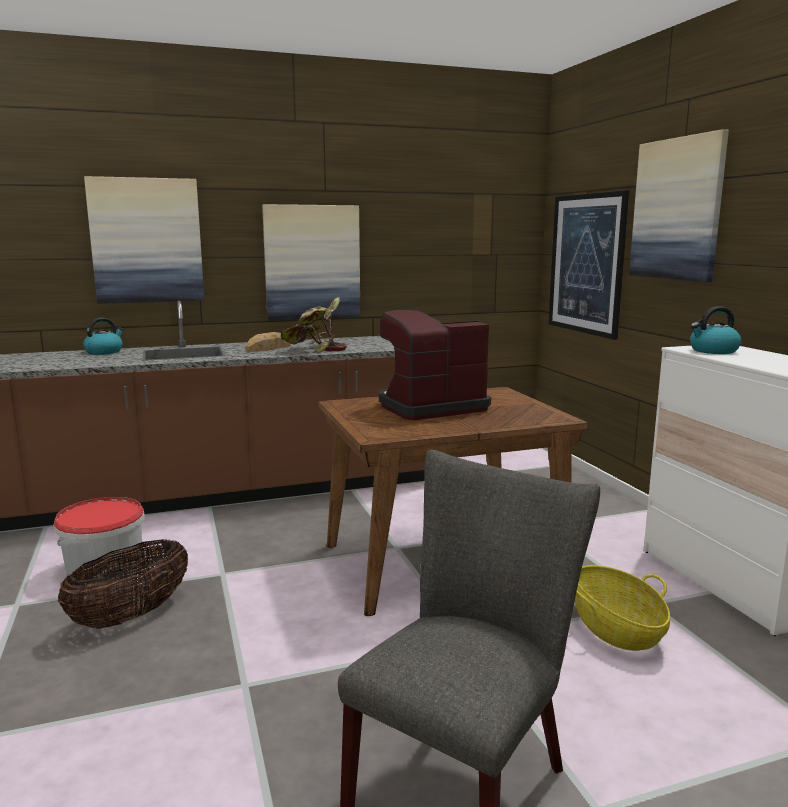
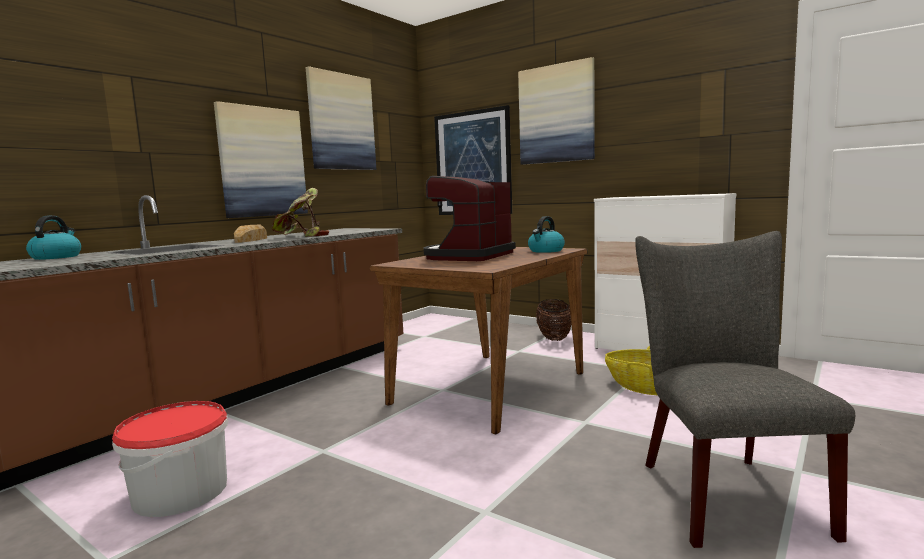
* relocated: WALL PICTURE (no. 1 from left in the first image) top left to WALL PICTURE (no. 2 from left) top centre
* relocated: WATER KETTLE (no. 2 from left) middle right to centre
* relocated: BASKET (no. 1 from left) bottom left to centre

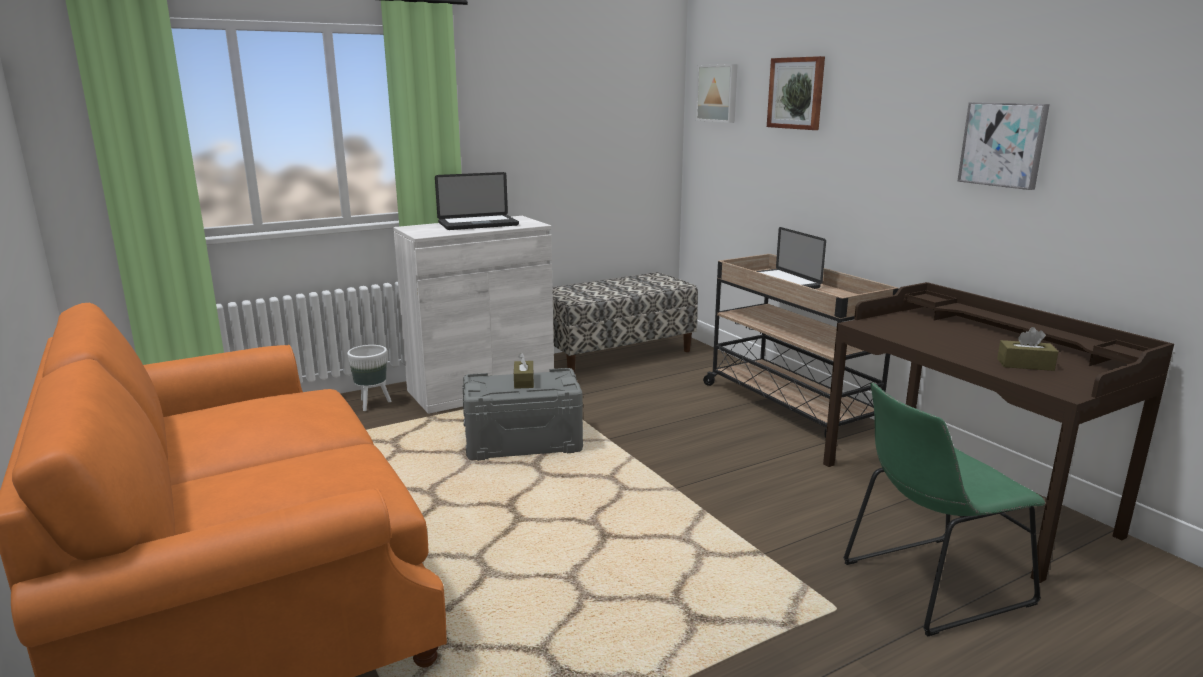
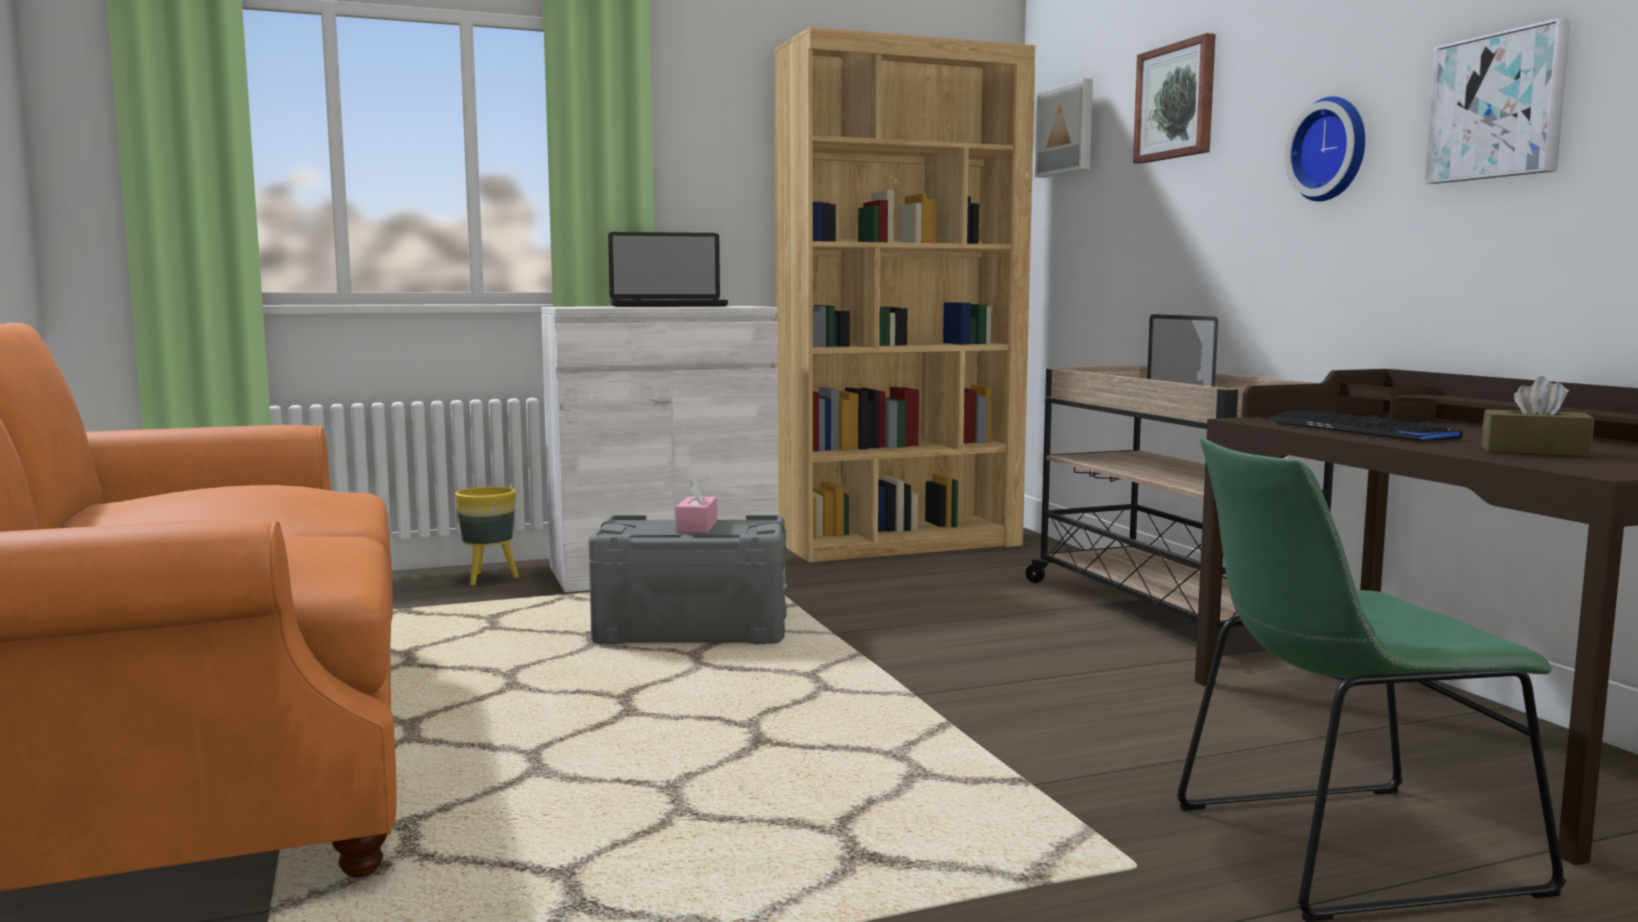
* exchanged: LONG SEAT centre to BROWNISH BOOKSHELF top centre
* colour: WHITE PLANTER middle left to YELLOW-COLOURED PLANTER middle left
* colour: BROWNISH TISSUE BOX (no. 1 from left) centre to PINKISH TISSUE BOX centre
* appeared: WALL CLOCK top right
* appeared: COMPUTER KEYBOARD middle right

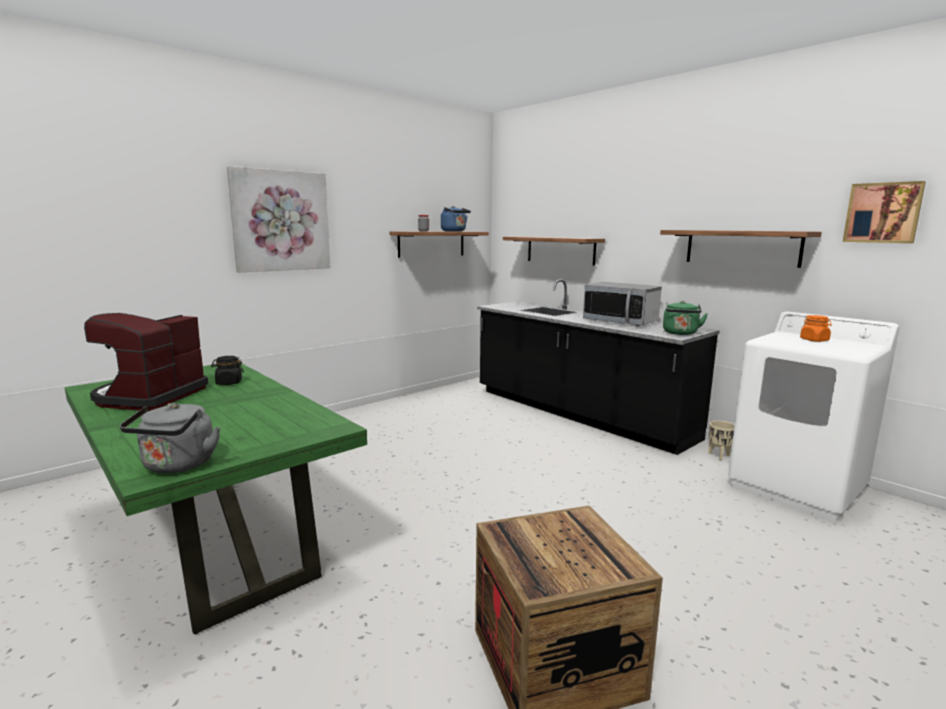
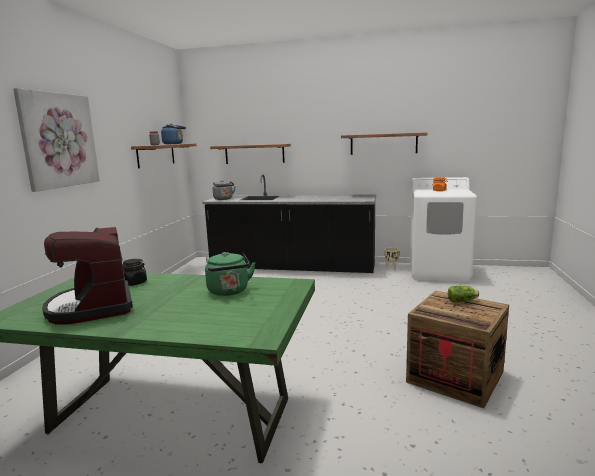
* missing: WALL PICTURE (no. 2 from left) top right
* missing: MICROWAVE OVEN centre
* relocated: GREENISH WATER KETTLE middle right to centre
* relocated: GREY WATER KETTLE middle left to centre
* appeared: HEAD OF LETTUCE middle right

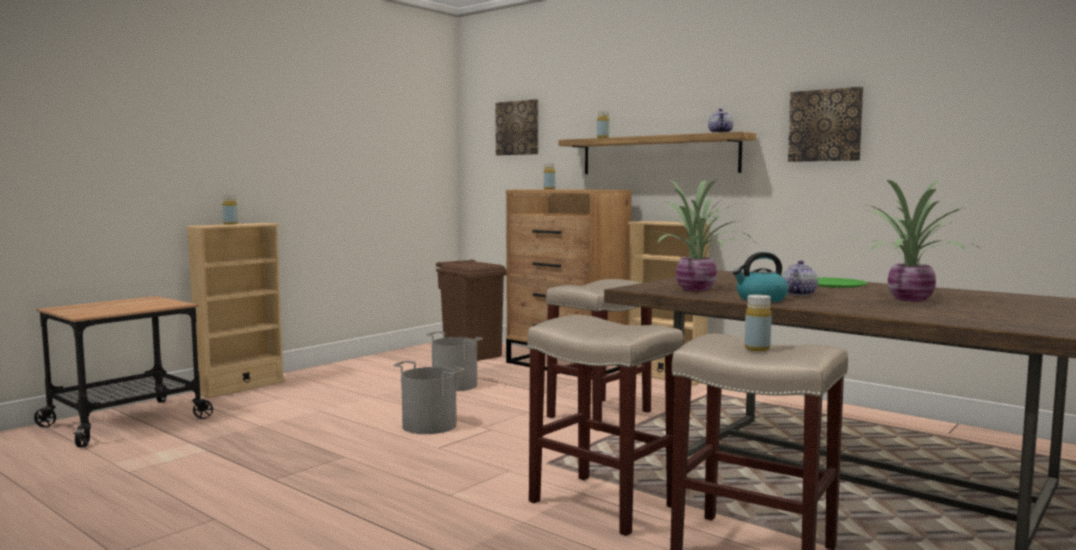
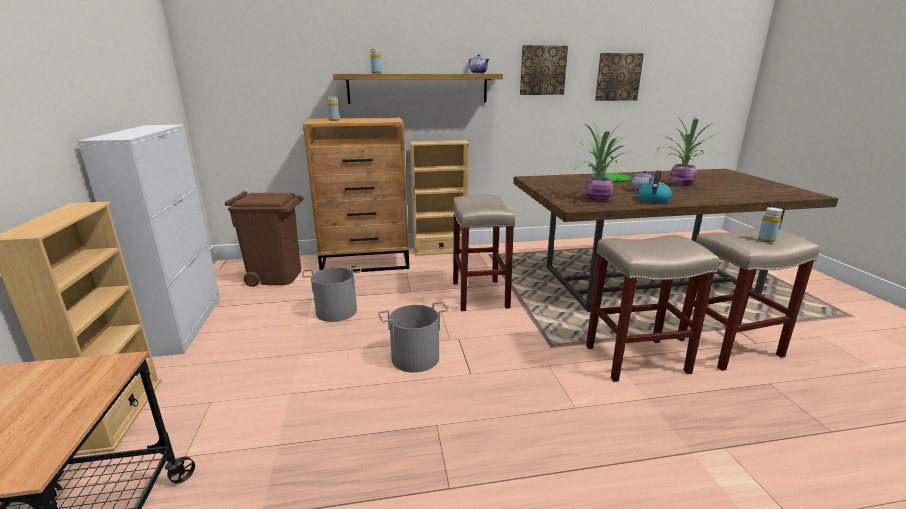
* relocated: WALL PICTURE (no. 1 from left in the first image) top centre to WALL PICTURE (no. 2 from left) top right
* missing: YELLOW-COLOURED BEVERAGE BOTTLE (no. 1 from left) middle left
* appeared: WHITE CABINET middle left

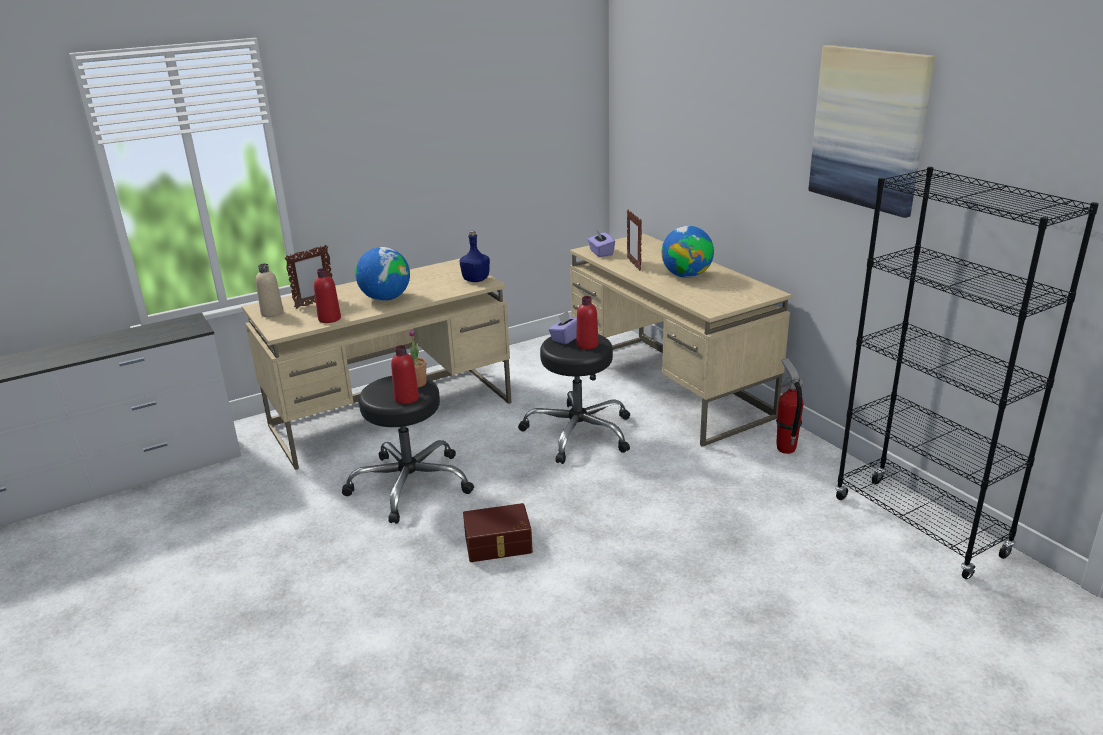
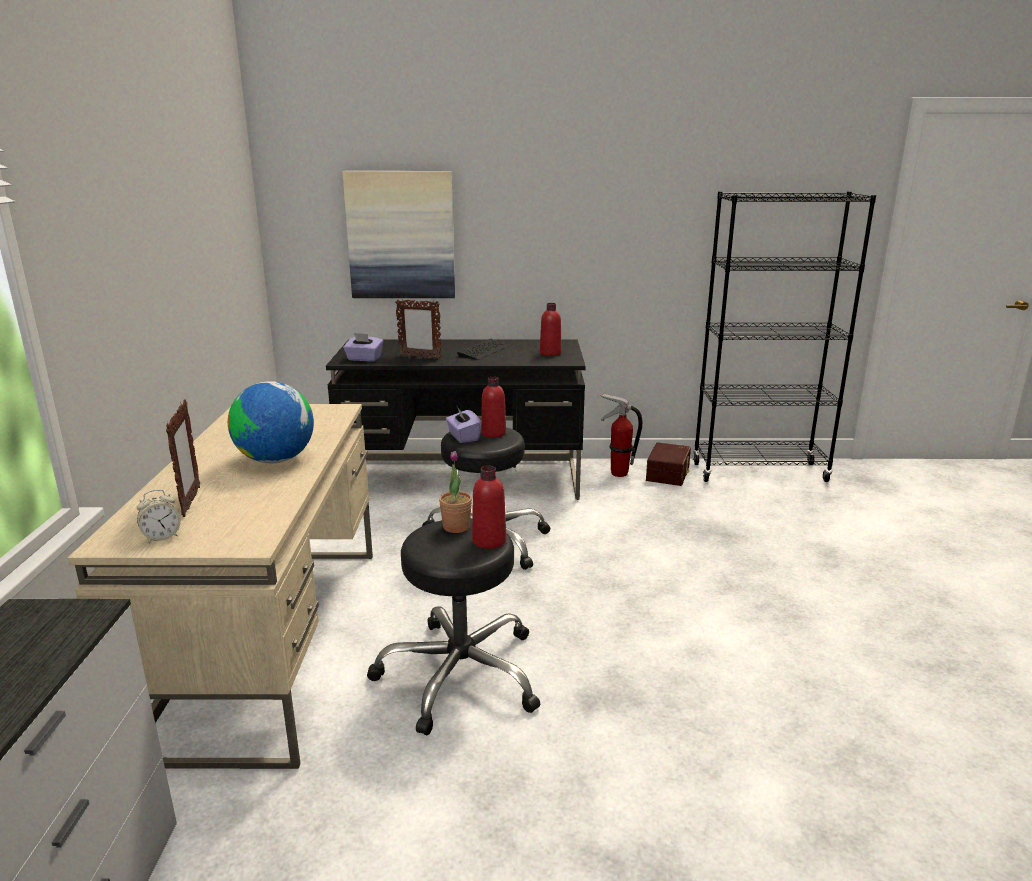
* relocated: WALL PICTURE top right to top centre
* exchanged: GLOBE (no. 2 from left) centre to COMPUTER KEYBOARD centre
* missing: BLUISH BEVERAGE BOTTLE centre
* colour: BEIGE-COLOURED DESK (no. 2 from left) centre to BLACK-COLOURED DESK centre
* exchanged: BEIGE-COLOURED BEVERAGE BOTTLE middle left to TABLE CLOCK middle left
* relocated: RED-COLOURED BEVERAGE BOTTLE (no. 1 from left in the first image) middle left to RED-COLOURED BEVERAGE BOTTLE (no. 3 from left) centre
* relocated: BROWNISH STORAGE BIN bottom centre to centre

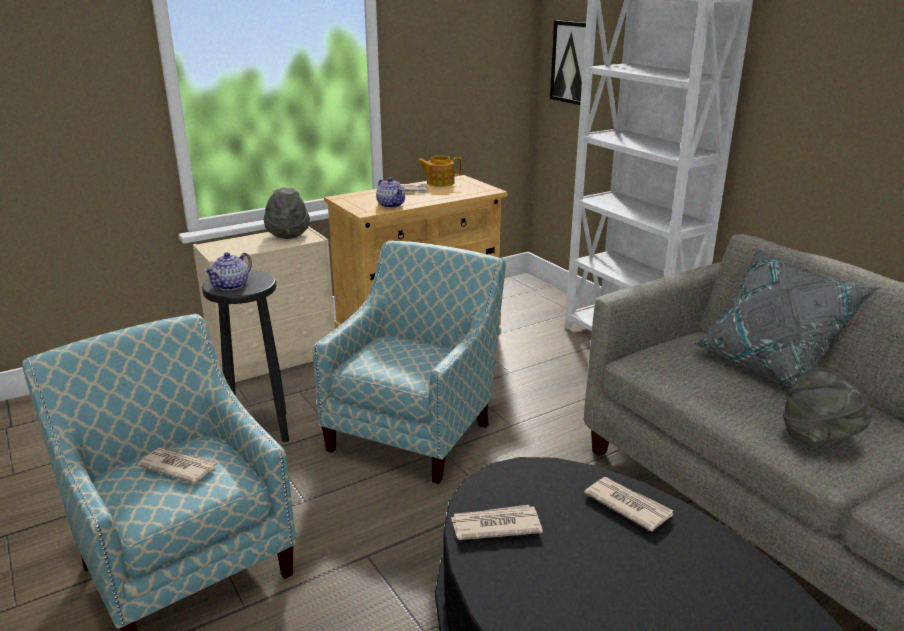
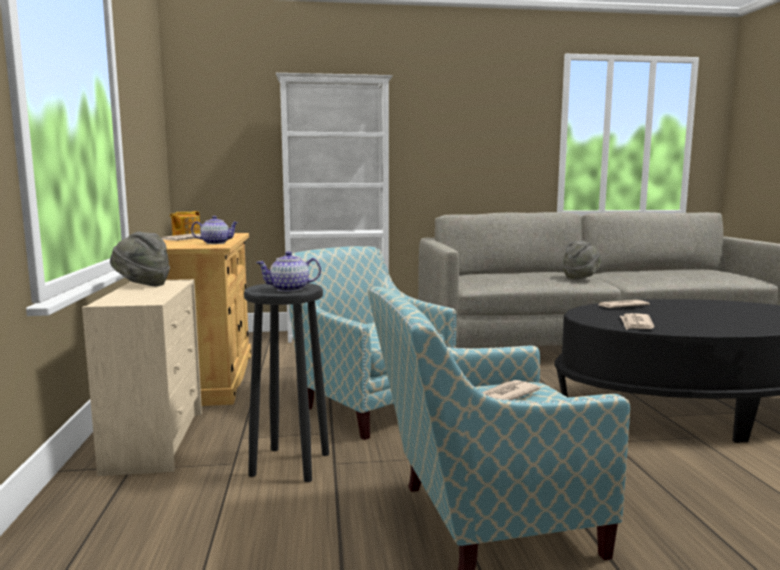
* missing: WALL PICTURE top centre
* missing: GREY PILLOW middle right
* spun: TEAPOT (no. 1 from left in the first image) middle left = centre 105 degrees clockwise

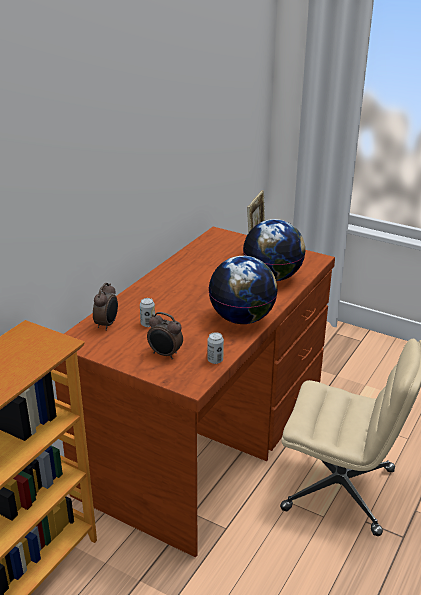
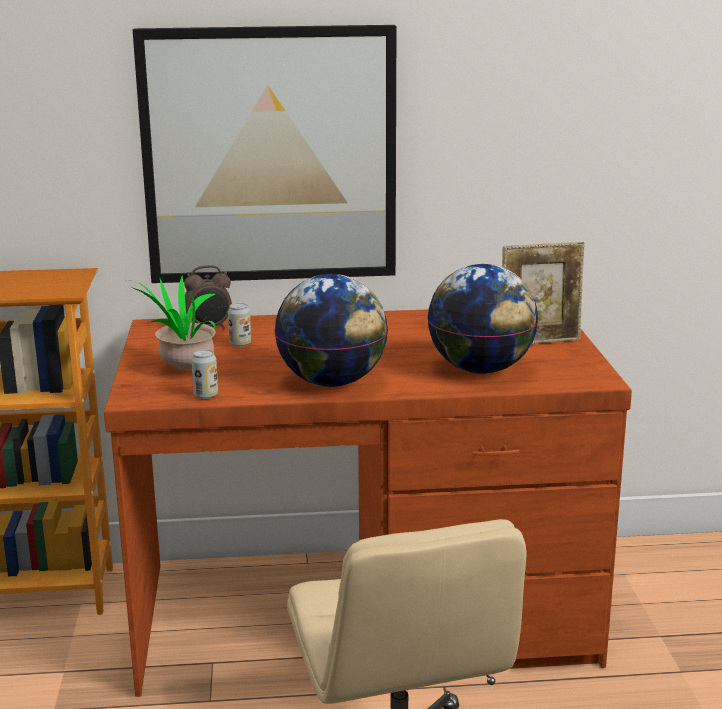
* exchanged: TABLE CLOCK (no. 2 from left) centre to POTTED PLANT middle left
* appeared: WALL PICTURE top centre

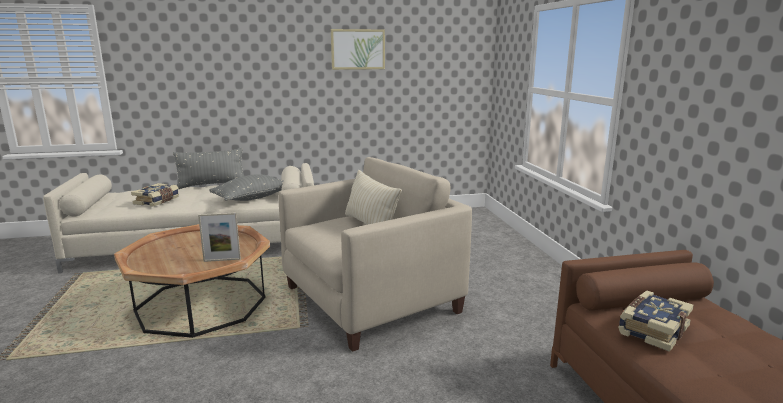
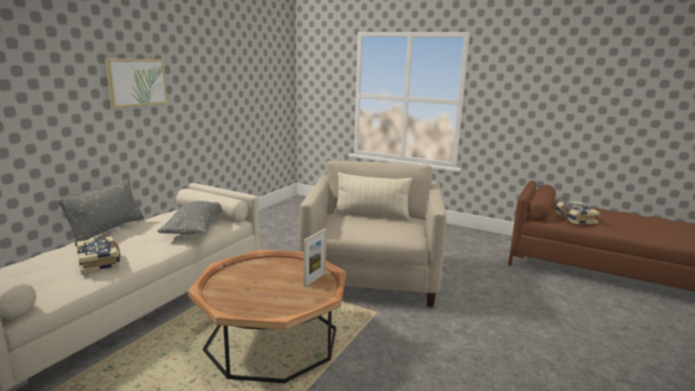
* relocated: WALL PICTURE top centre to top left

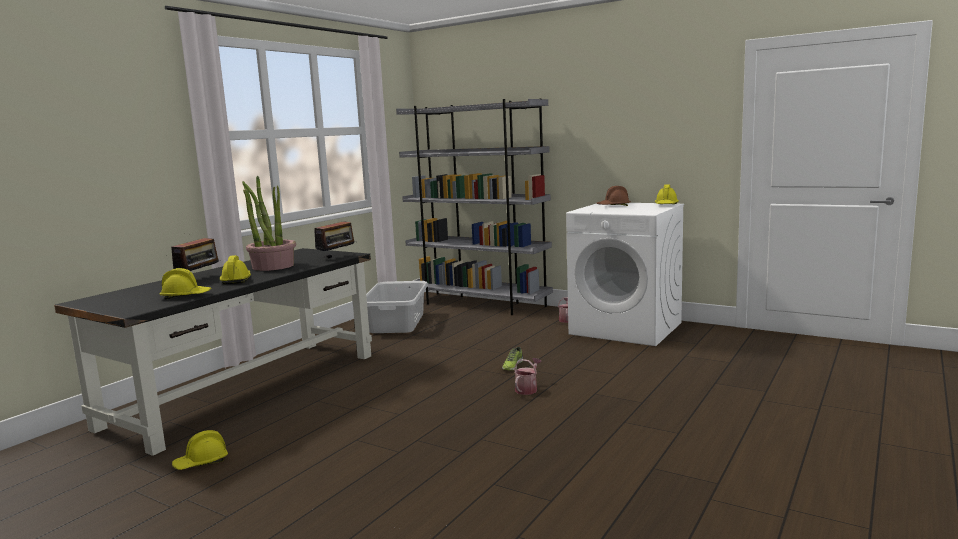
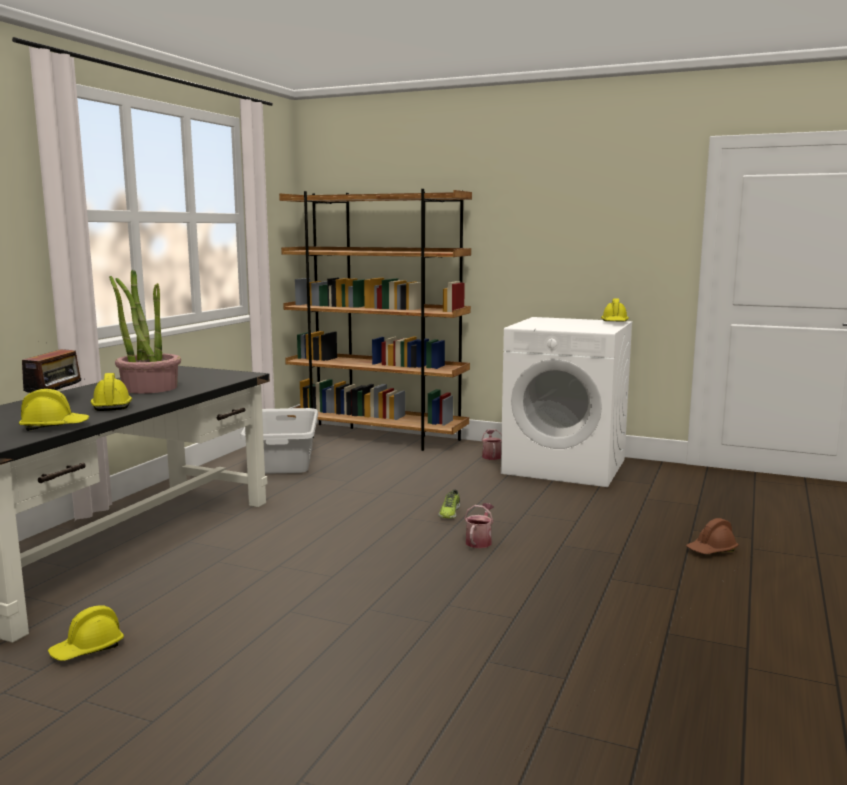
* colour: GREY BOOKSHELF centre to BROWNISH BOOKSHELF centre
* relocated: BROWNISH SAFETY HELMET centre to bottom right
* missing: RADIO RECEIVER (no. 2 from left) centre

